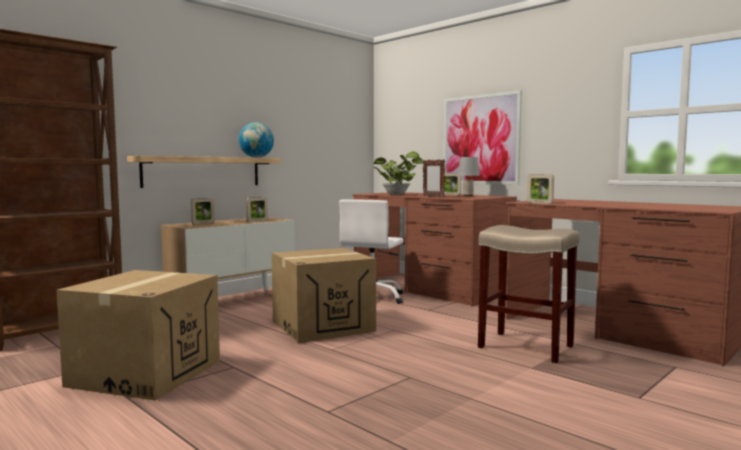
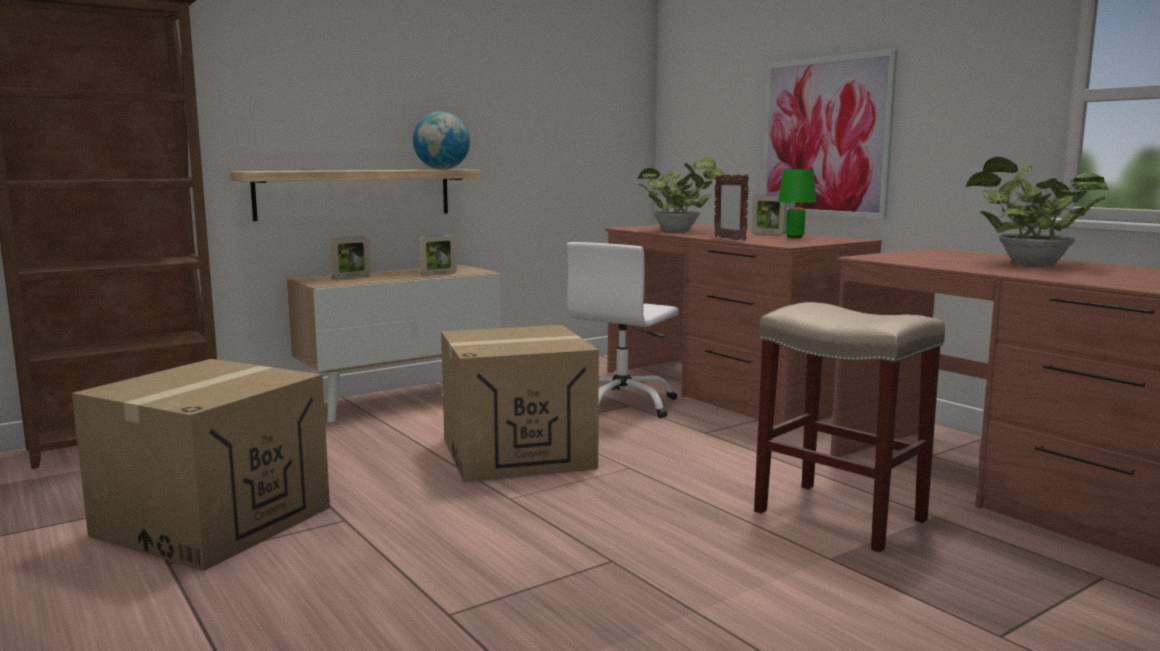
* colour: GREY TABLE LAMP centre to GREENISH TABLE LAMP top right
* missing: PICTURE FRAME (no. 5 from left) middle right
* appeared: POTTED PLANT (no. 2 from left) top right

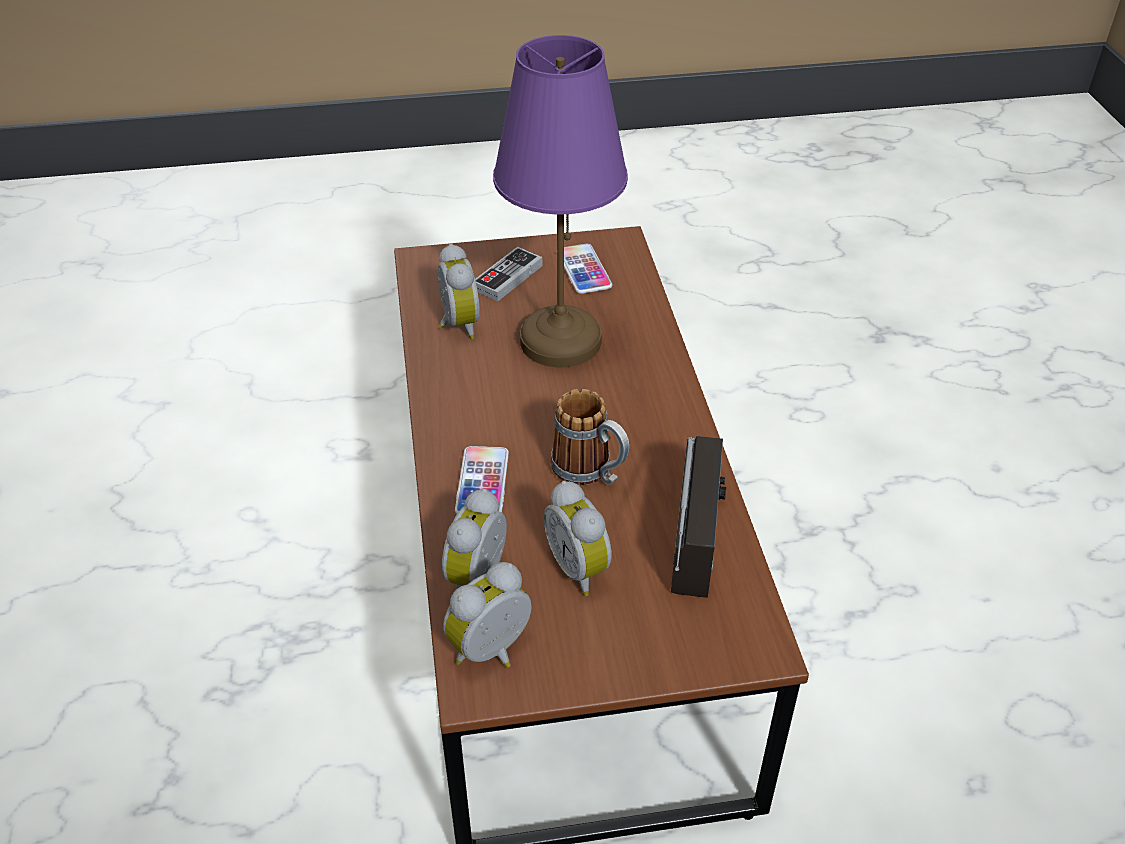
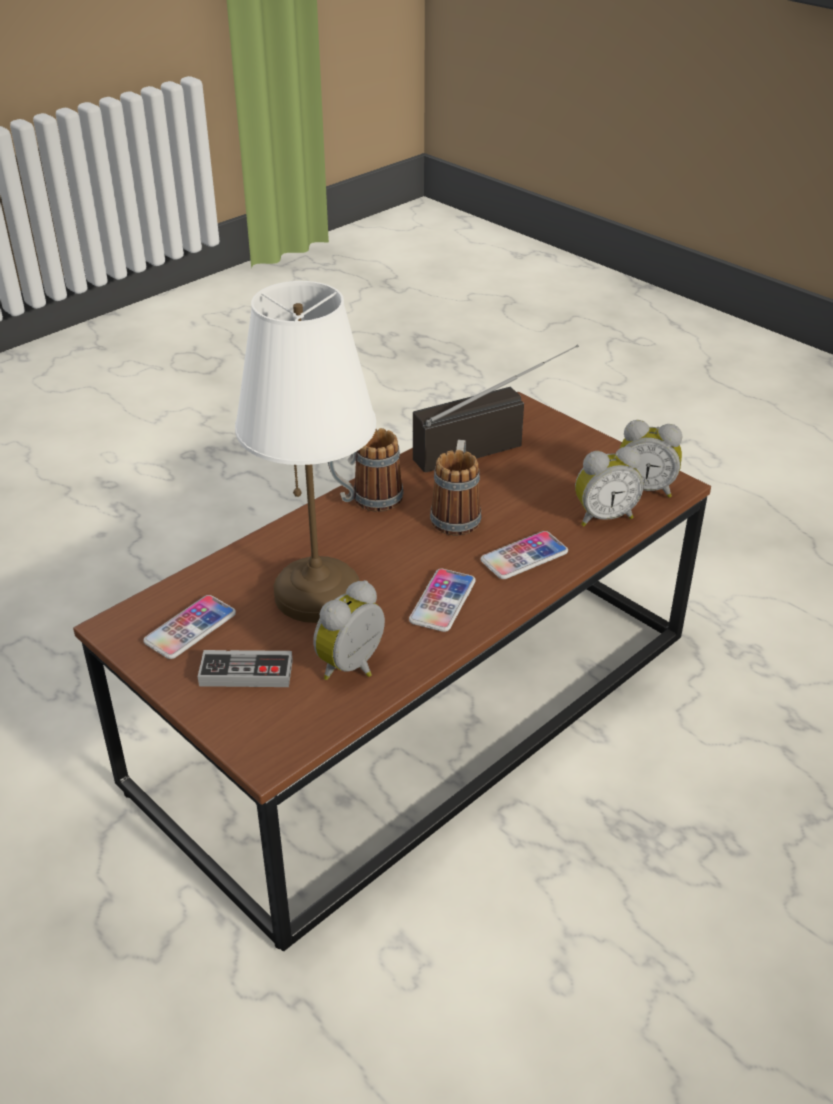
* colour: PURPLISH TABLE LAMP top centre to WHITE TABLE LAMP centre
* missing: TABLE CLOCK (no. 4 from left) centre
* appeared: COFFEE MUG (no. 1 from left) centre
* appeared: TELEPHONE (no. 2 from left) centre

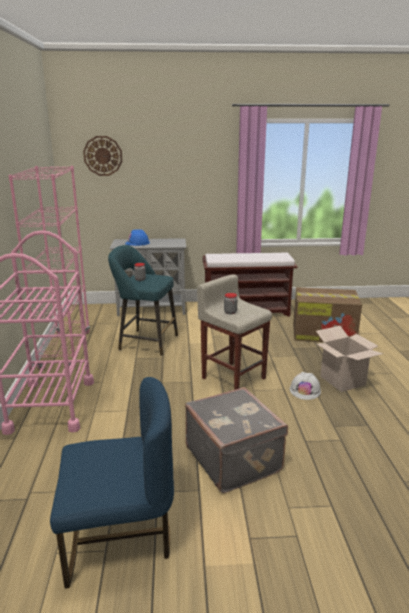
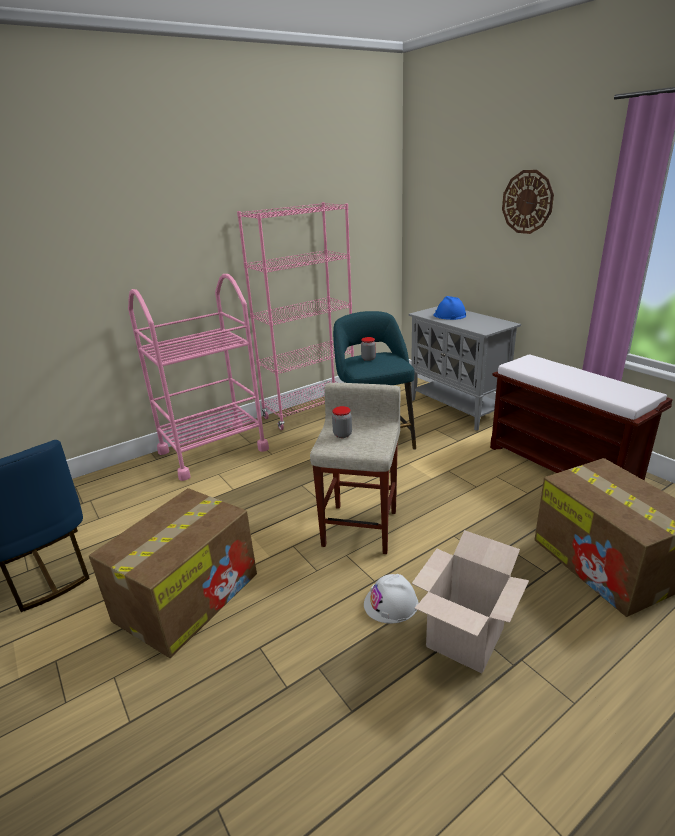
* relocated: WALL CLOCK top left to top right
* exchanged: GREY TRAVEL CASE bottom centre to CARDBOARD BOX (no. 1 from left) bottom left

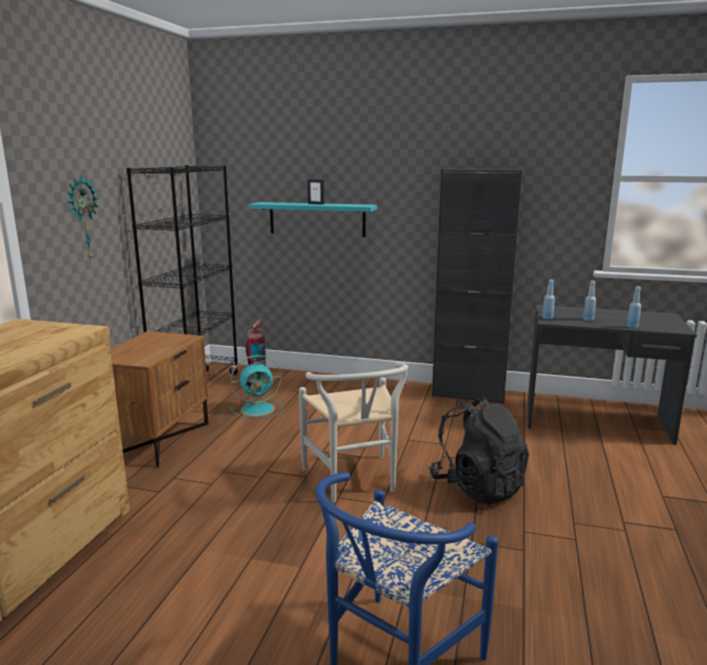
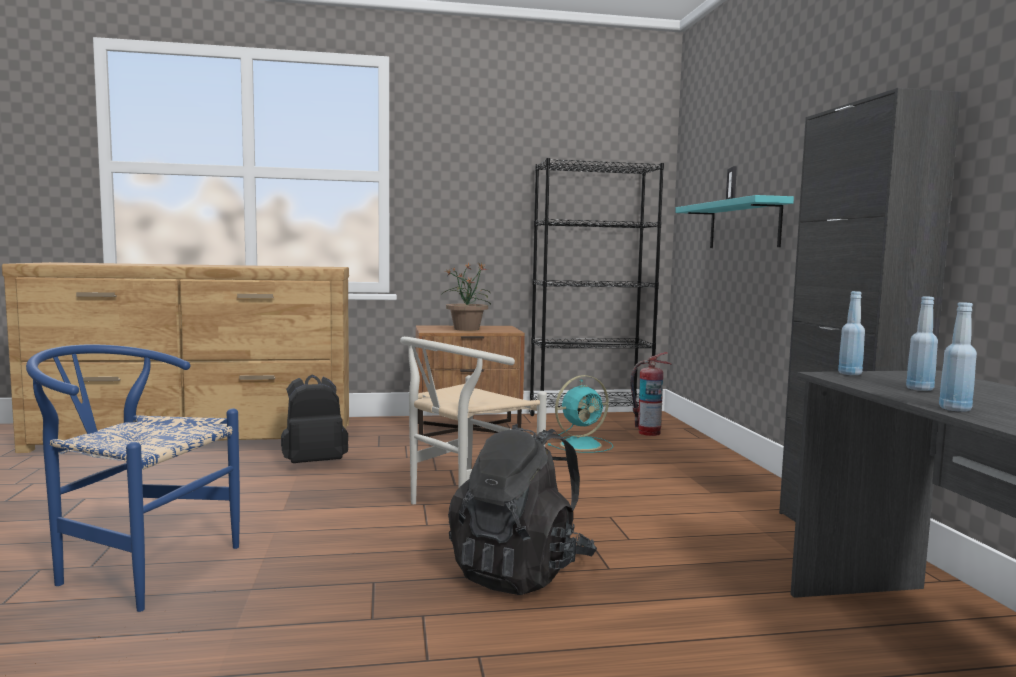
* missing: WALL CLOCK top left
* spun: BLUE-GREEN FAN centre = centre 75 degrees counterclockwise
* appeared: POTTED PLANT centre
* appeared: BLACK-COLOURED KNAPSACK (no. 1 from left) middle left

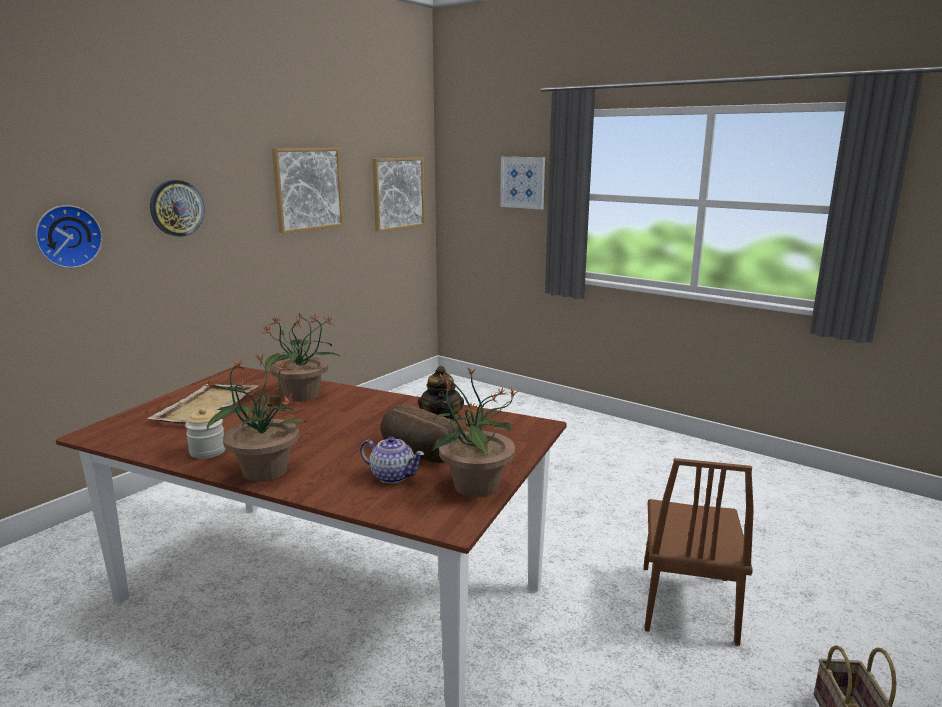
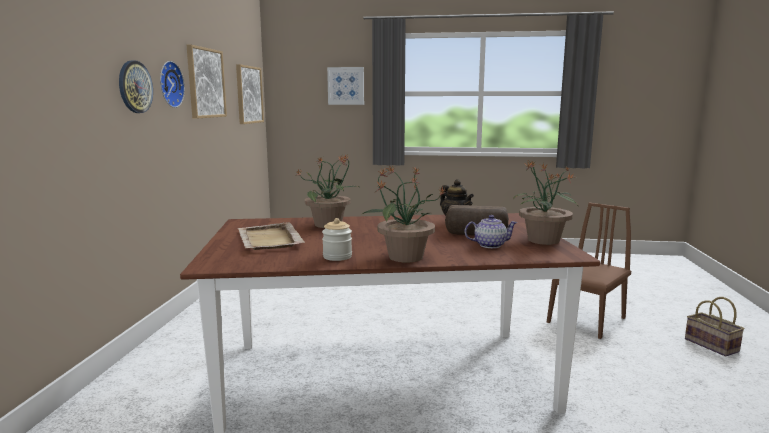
* relocated: WALL CLOCK (no. 1 from left in the first image) middle left to WALL CLOCK (no. 2 from left) top left
* spun: BROWNISH PLAIN CHAIR bottom right = middle right 120 degrees counterclockwise

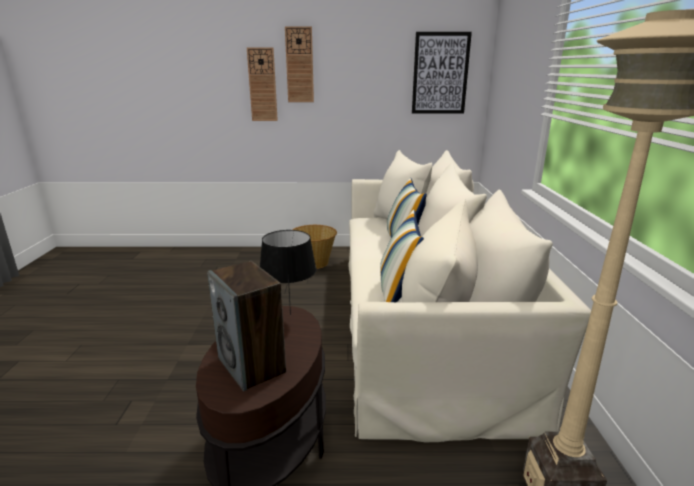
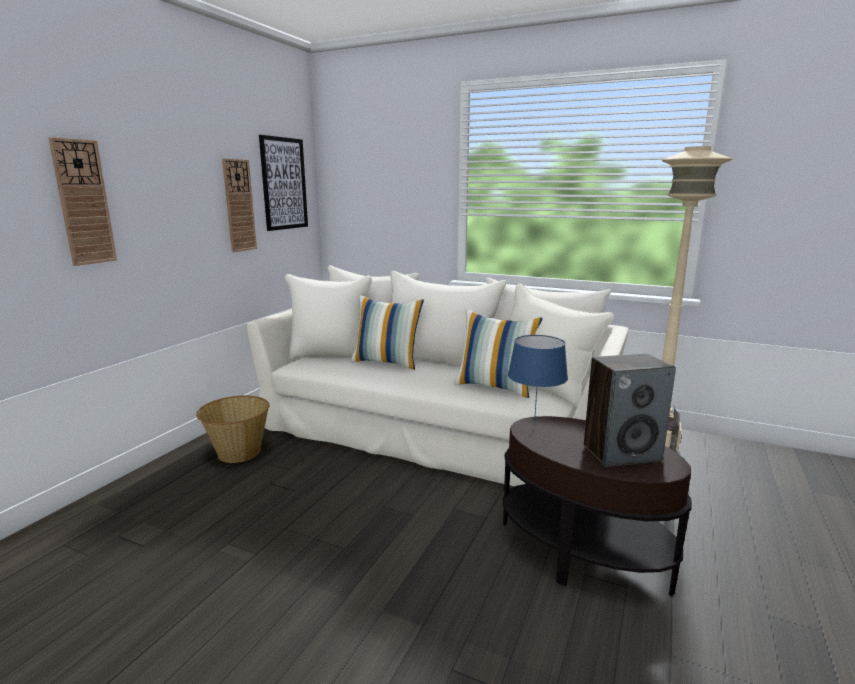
* relocated: WALL CLOCK (no. 2 from left) top centre to top left
* colour: BLACK-COLOURED TABLE LAMP centre to BLUISH TABLE LAMP centre

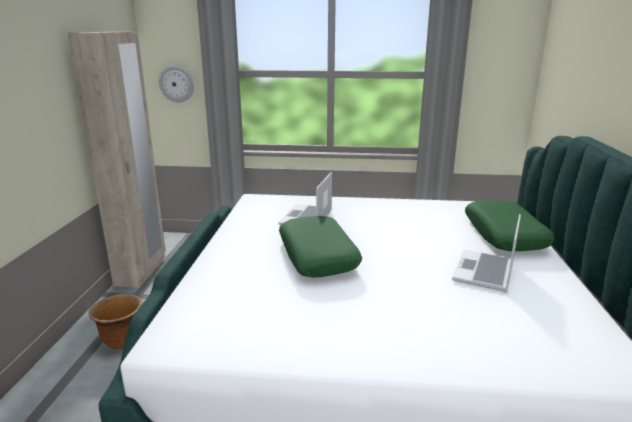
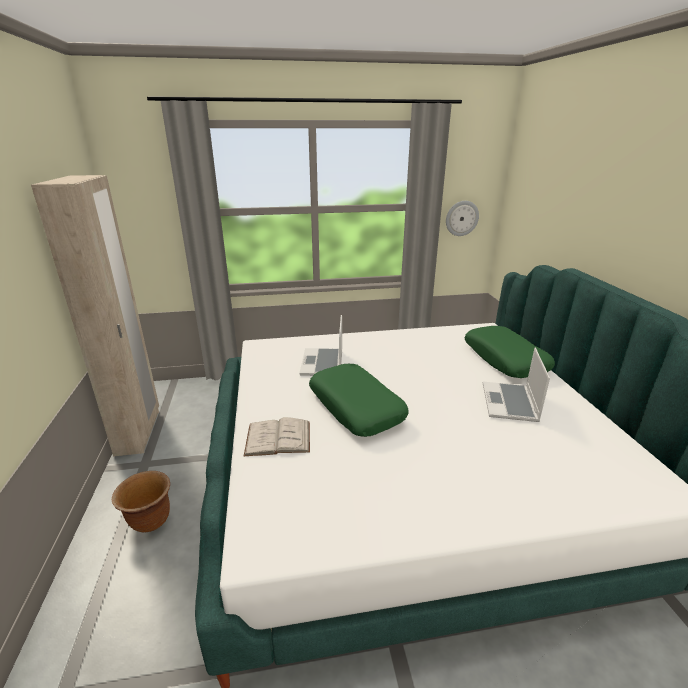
* relocated: WALL CLOCK top left to top right
* appeared: WHITE BOOK centre

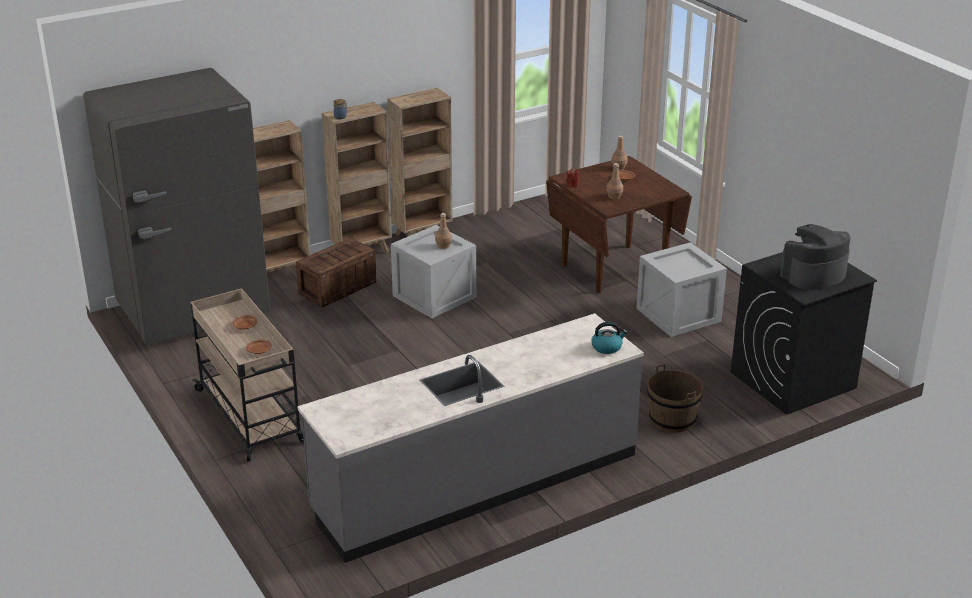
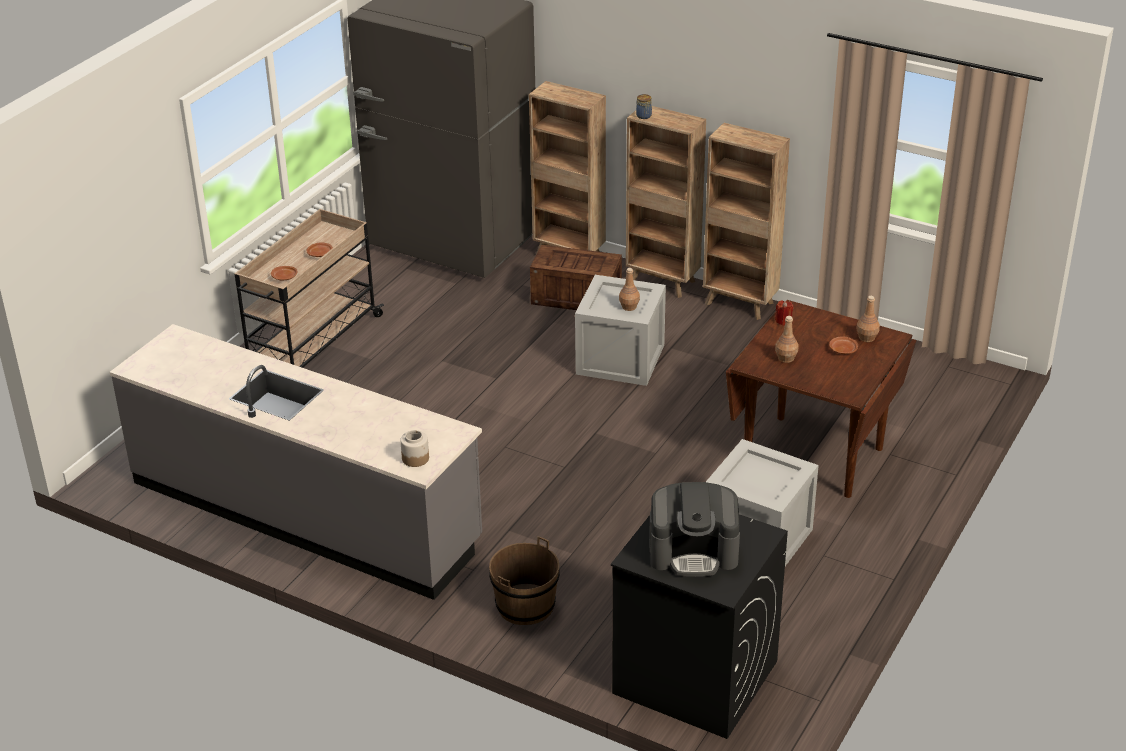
* spun: COFFEE MACHINE middle right = bottom centre 150 degrees clockwise
* exchanged: WATER KETTLE centre to JAR (no. 1 from left) centre

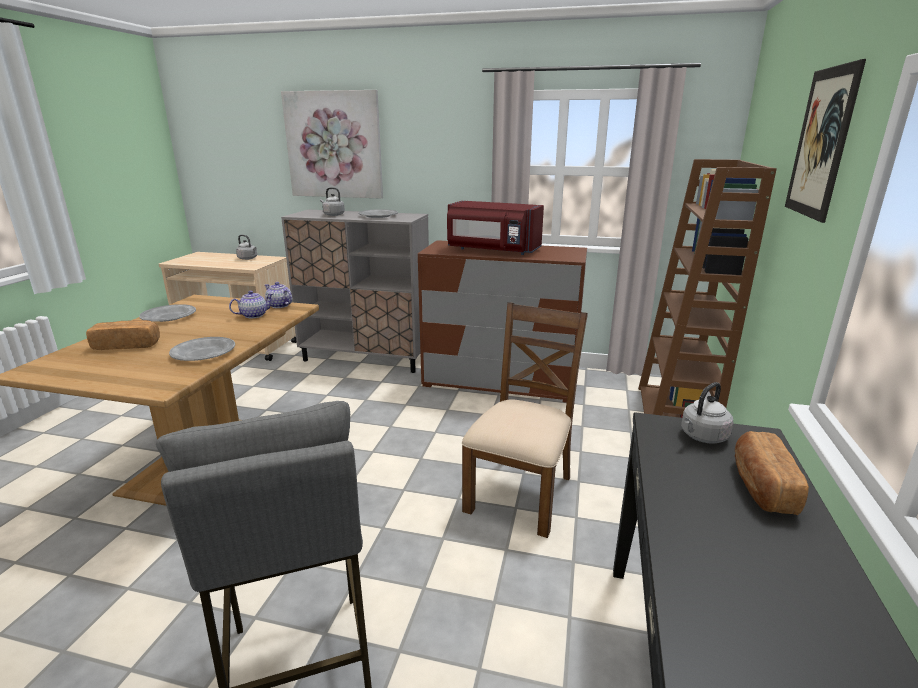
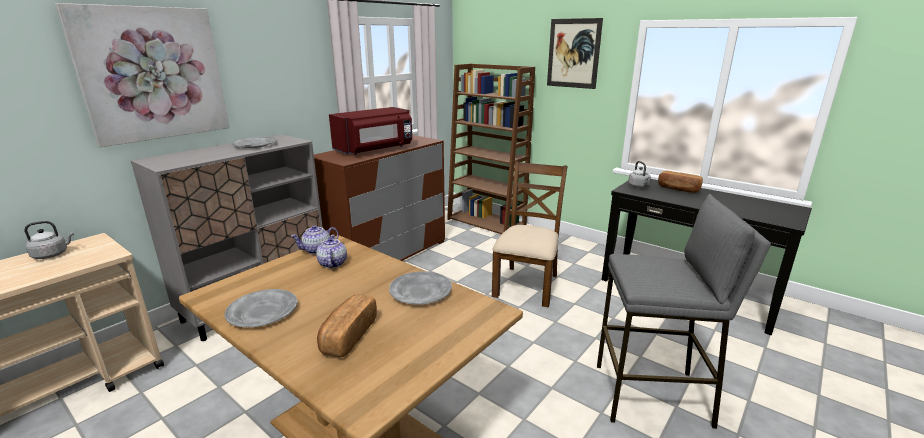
* missing: GREY WATER KETTLE (no. 2 from left) top centre
* spun: BROWNISH PLAIN CHAIR centre = centre 60 degrees clockwise

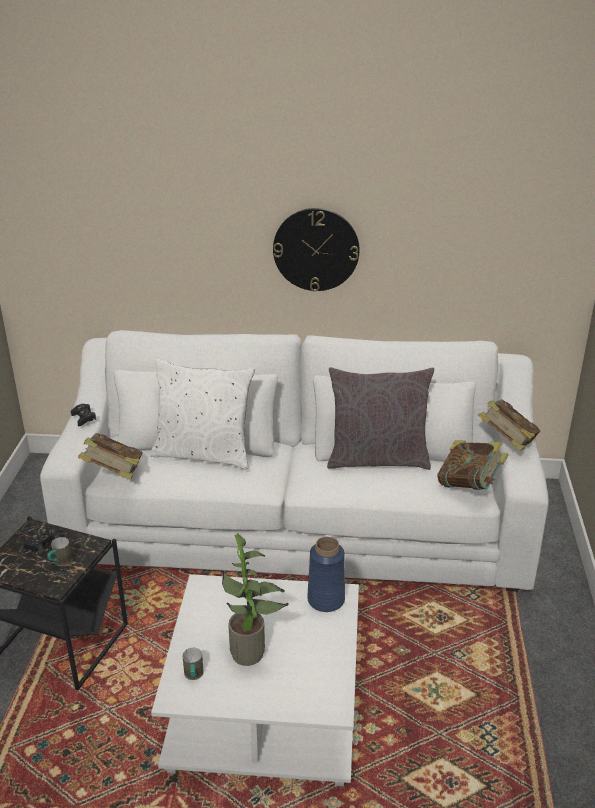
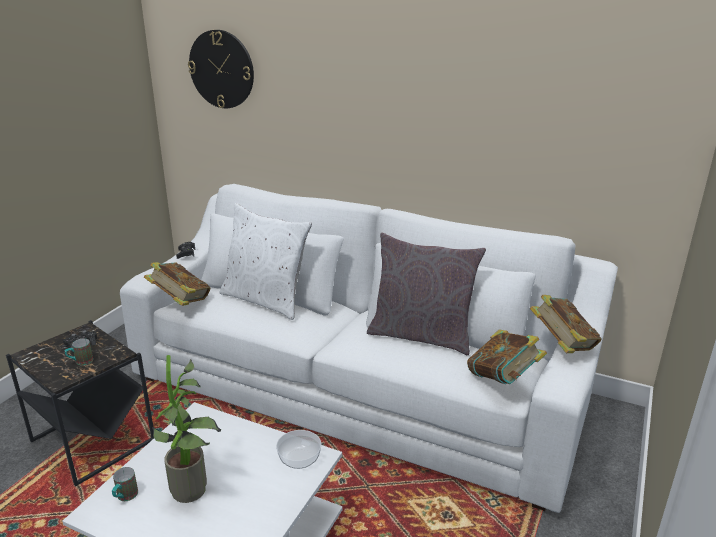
* relocated: WALL CLOCK top centre to top left
* exchanged: BLUISH VASE bottom centre to BOWL bottom centre

